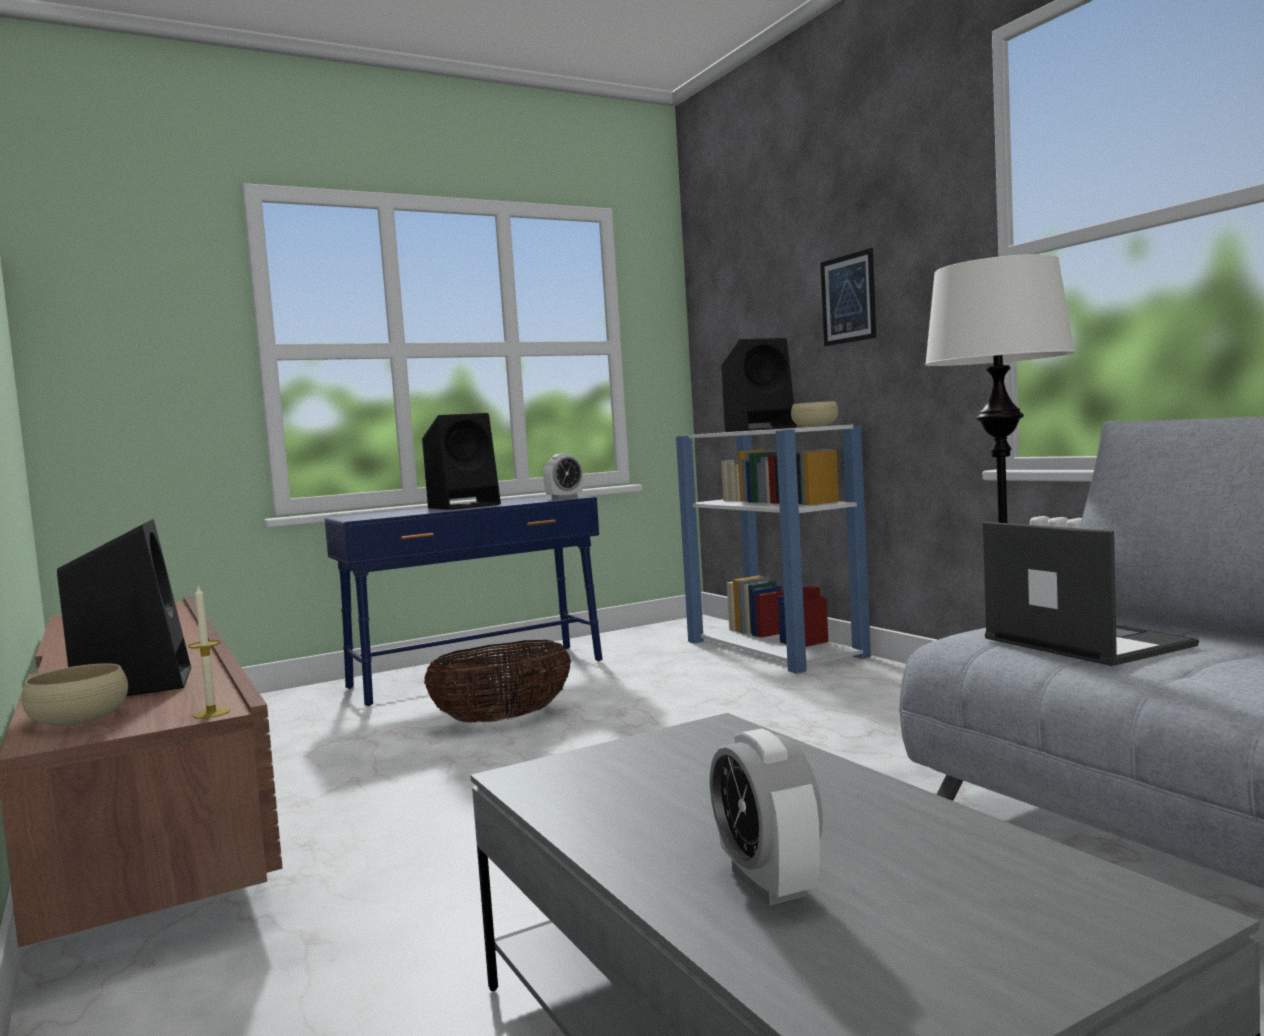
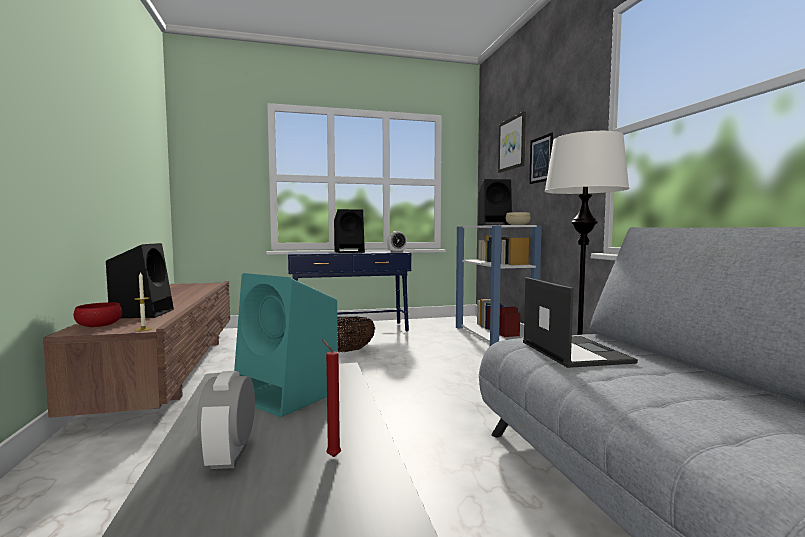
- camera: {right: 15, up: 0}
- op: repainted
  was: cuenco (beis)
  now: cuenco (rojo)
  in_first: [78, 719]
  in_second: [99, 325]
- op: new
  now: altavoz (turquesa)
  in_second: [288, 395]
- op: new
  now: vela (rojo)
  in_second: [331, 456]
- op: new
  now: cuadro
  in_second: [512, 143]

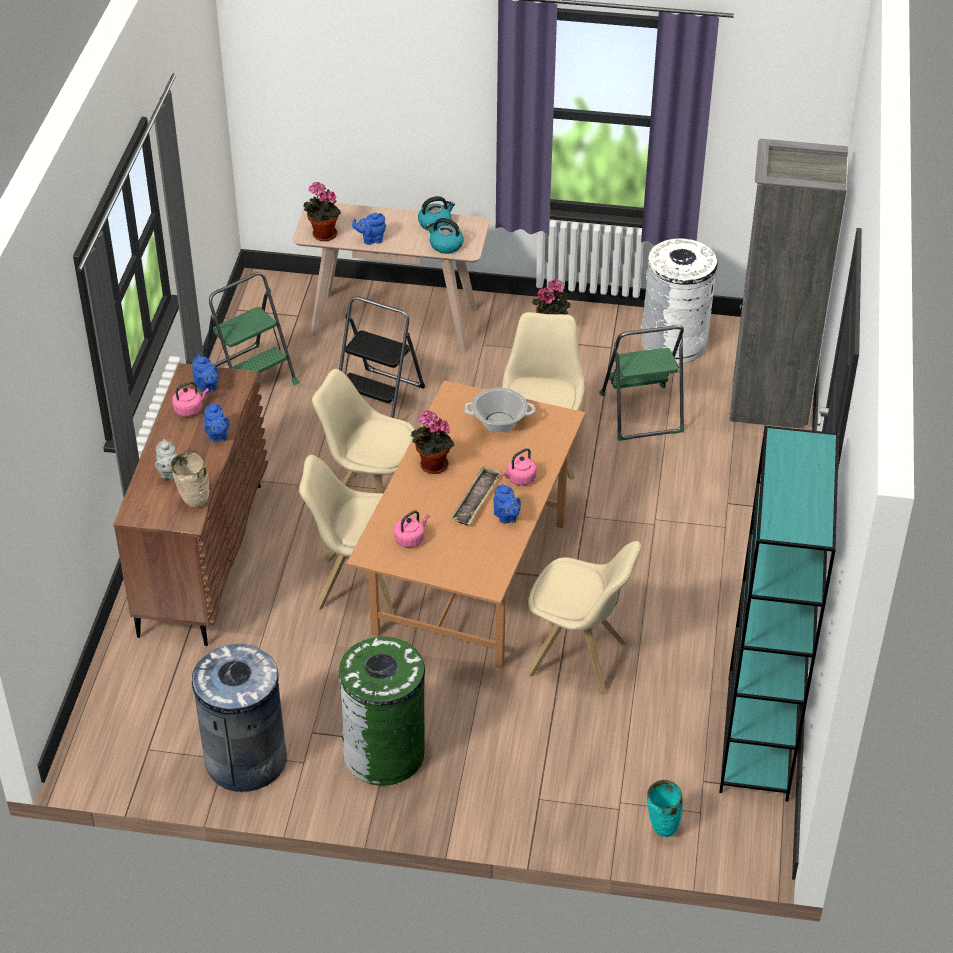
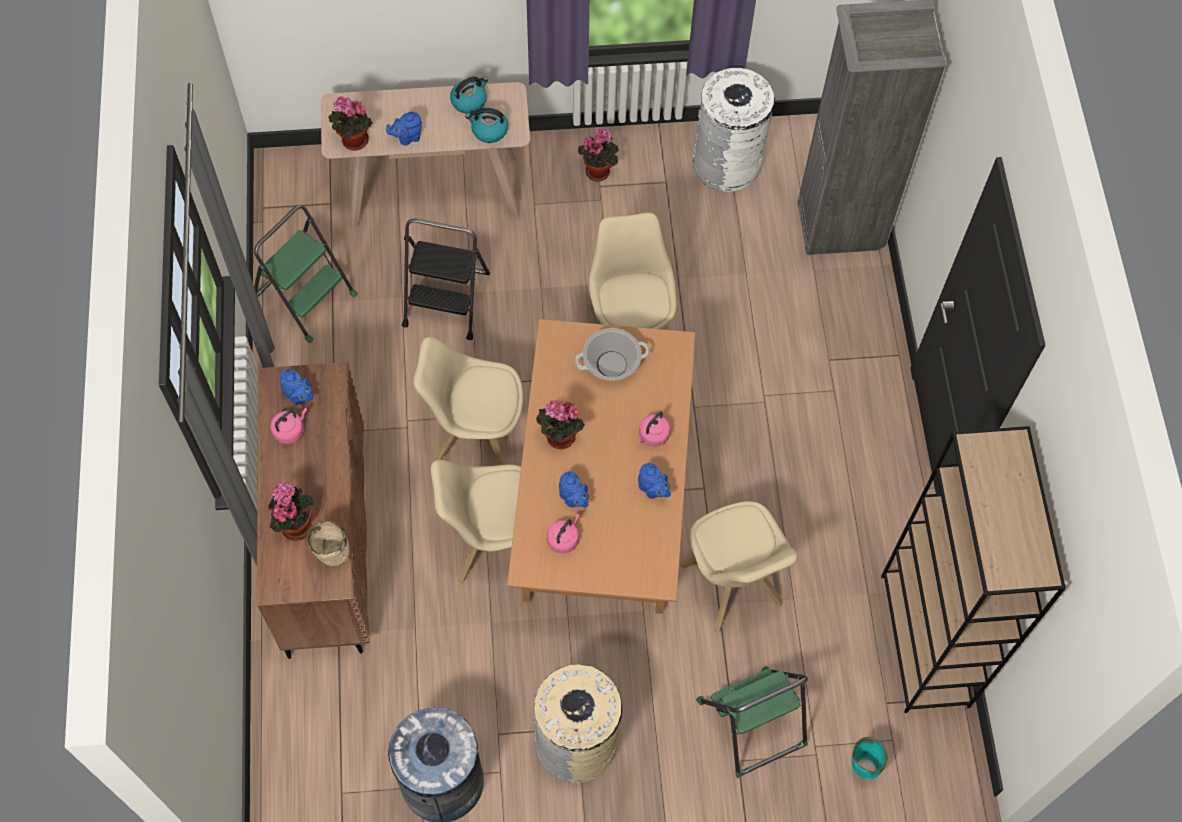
- camera: {right: -15, up: 20}
- op: swapped
  was: tetera (gris)
  now: planta en maceta
  in_first: [169, 474]
  in_second: [295, 524]
- op: repainted
  was: papelera (verde)
  now: papelera (beis)
  in_first: [384, 753]
  in_second: [576, 742]
- op: shifted
  was: tetera (azul)
  in_first: [217, 436]
  in_second: [573, 499]
- op: rotated
  was: silla (beis)
  in_first: [578, 658]
  in_second: [732, 584]
  clockwise: 60
- op: shifted
  was: escalera de tijera (verde)
  in_first: [642, 414]
  in_second: [753, 726]
- op: repainted
  was: estantería (turquesa)
  now: estantería (beis)
  in_first: [758, 739]
  in_second: [925, 641]
- op: gone
  was: bandeja
  in_first: [476, 500]

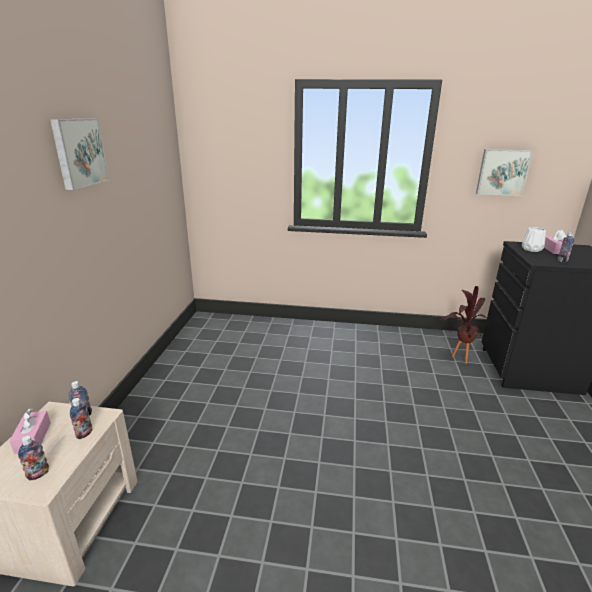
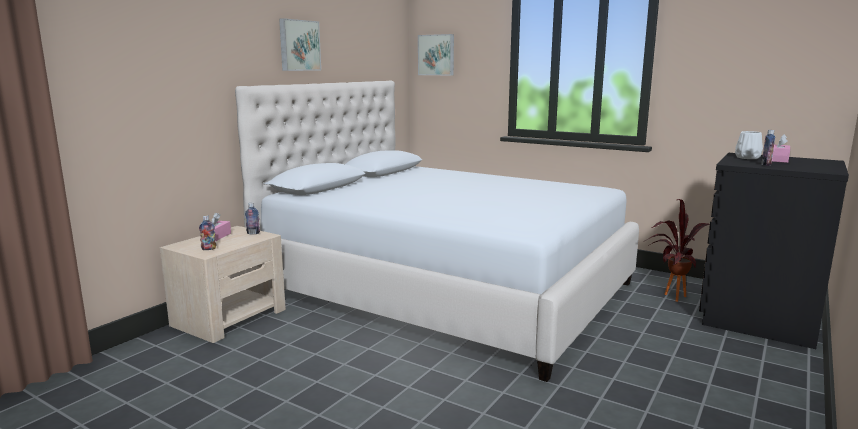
- camera: {right: 25, up: -10}
- op: new
  now: cama (blanco)
  in_second: [445, 288]
- op: shifted
  was: cuadro
  in_first: [502, 172]
  in_second: [436, 55]
- op: gone
  was: botella
  in_first: [84, 433]

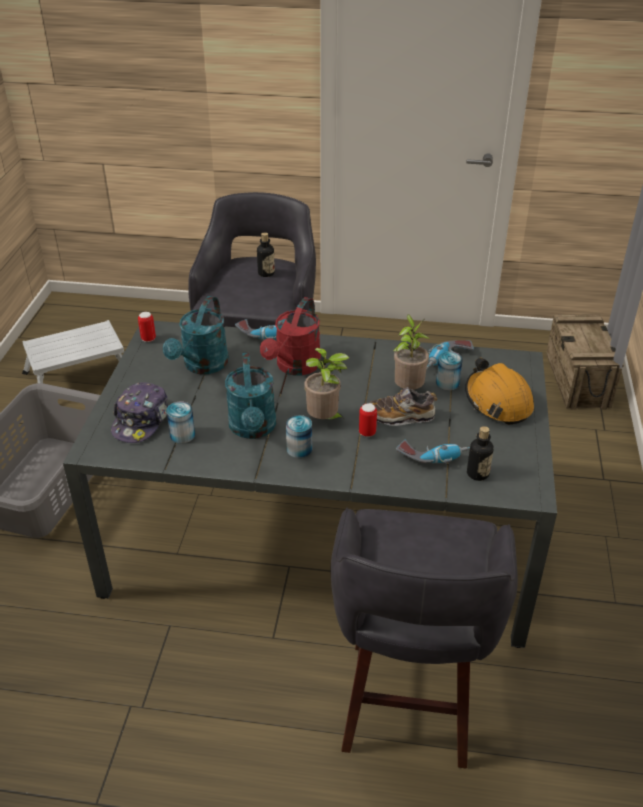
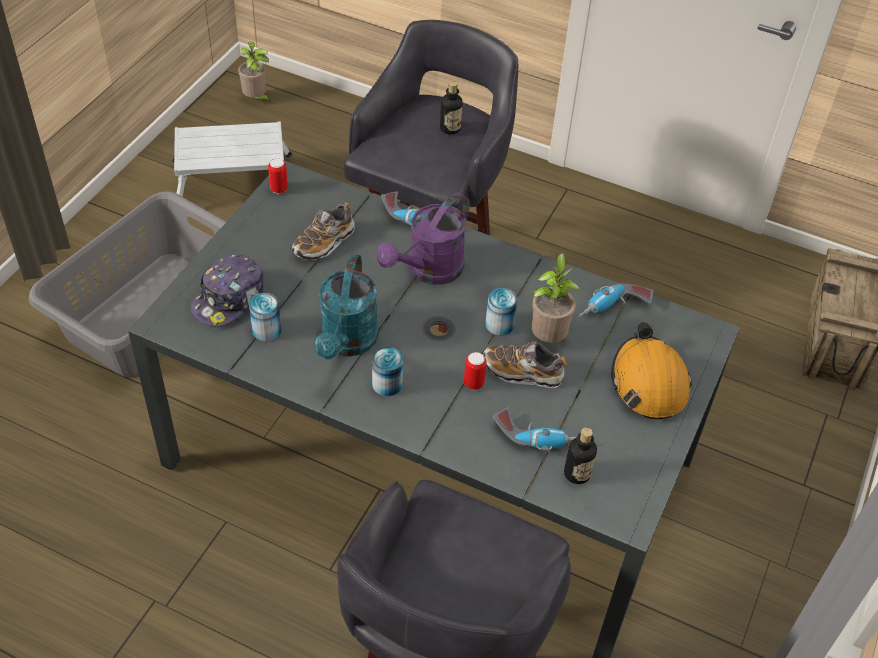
- camera: {right: 15, up: 10}
- op: shifted
  was: planta en maceta
  in_first: [324, 420]
  in_second: [256, 99]
- op: swapped
  was: regadera (turquesa)
  now: zapato
  in_first: [202, 366]
  in_second: [324, 243]
- op: repainted
  was: regadera (rojo)
  now: regadera (morado)
  in_first: [295, 367]
  in_second: [429, 271]
- op: shifted
  was: lata
  in_first: [447, 383]
  in_second: [499, 324]

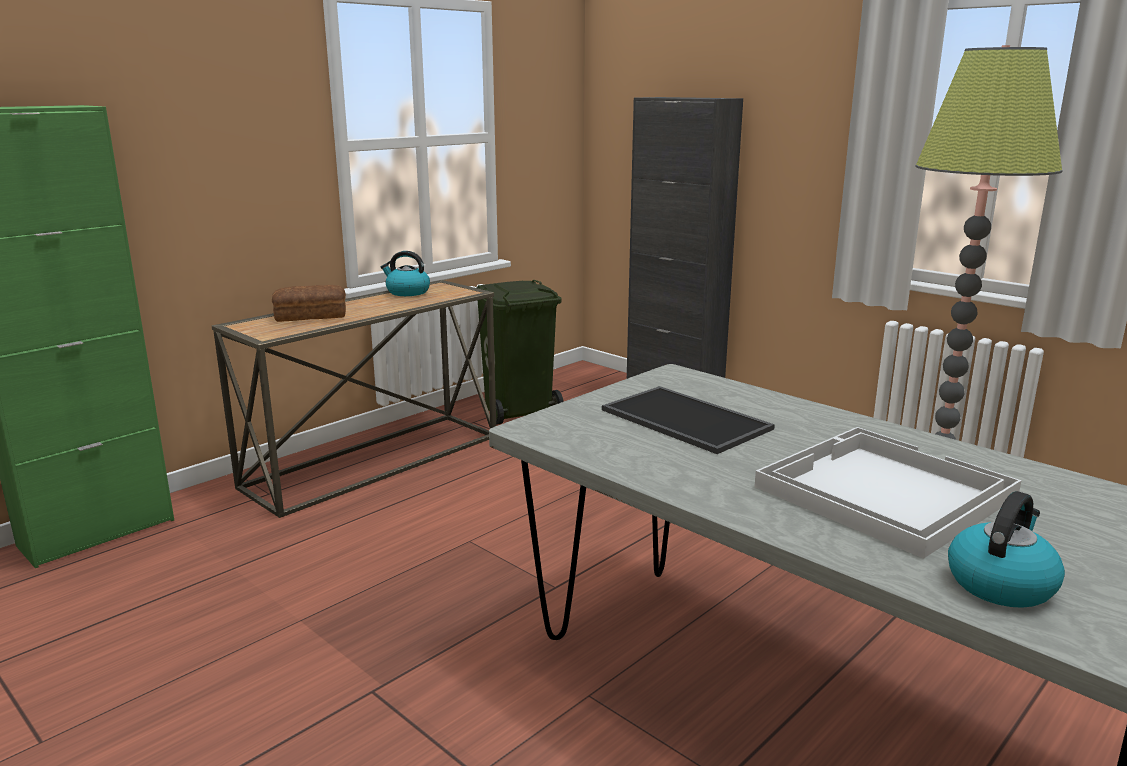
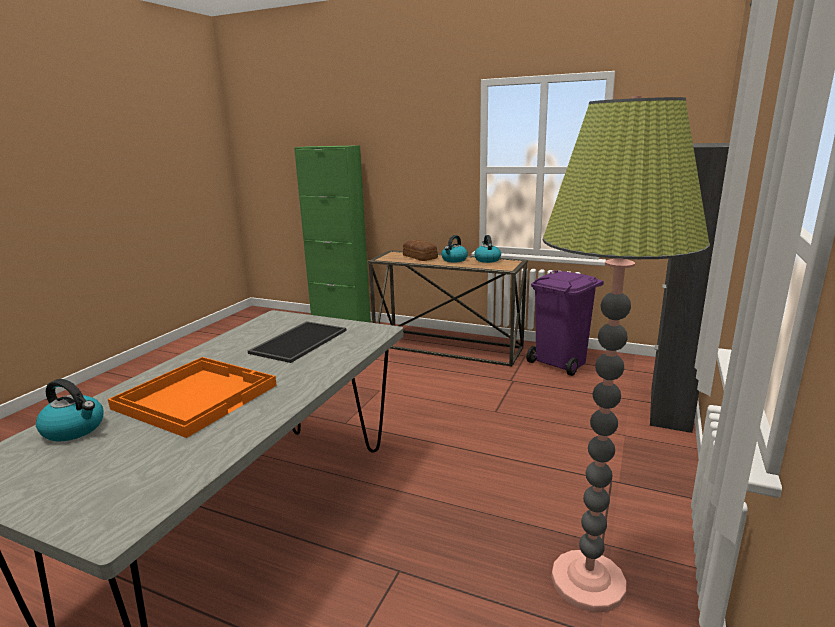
- camera: {right: 70, up: 0}
- op: repainted
  was: bandeja (blanco)
  now: bandeja (naranja)
  in_first: [881, 491]
  in_second: [196, 396]
- op: new
  now: hervidor
  in_second: [454, 260]
- op: repainted
  was: papelera (verde)
  now: papelera (morado)
  in_first: [519, 409]
  in_second: [561, 362]

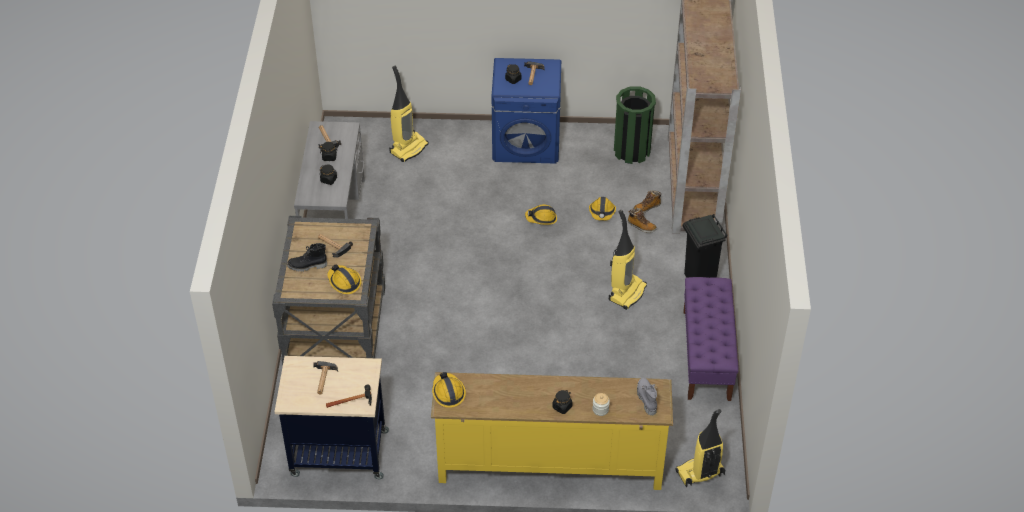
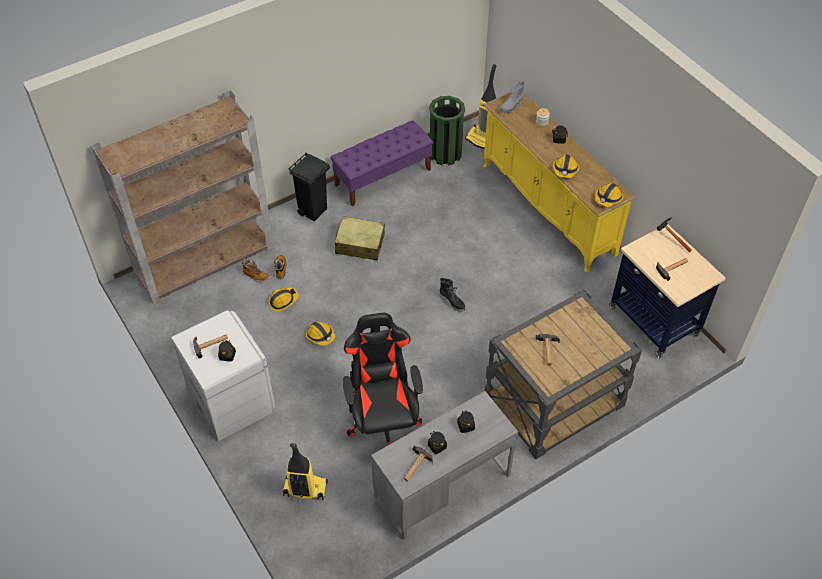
- camera: {right: -125, up: 5}
- op: repainted
  was: lavadora (azul)
  now: lavadora (blanco)
  in_first: [527, 144]
  in_second: [232, 398]
- op: swapped
  was: aspiradora
  now: maleta (beis)
  in_first: [626, 292]
  in_second: [360, 244]
- op: new
  now: silla de oficina (negro)
  in_second: [383, 424]
- op: shifted
  was: papelera (verde)
  in_first: [632, 151]
  in_second: [445, 154]
- op: shifted
  was: bota (negro)
  in_first: [307, 266]
  in_second: [452, 302]
- op: shifted
  was: casco
  in_first: [344, 282]
  in_second: [565, 170]

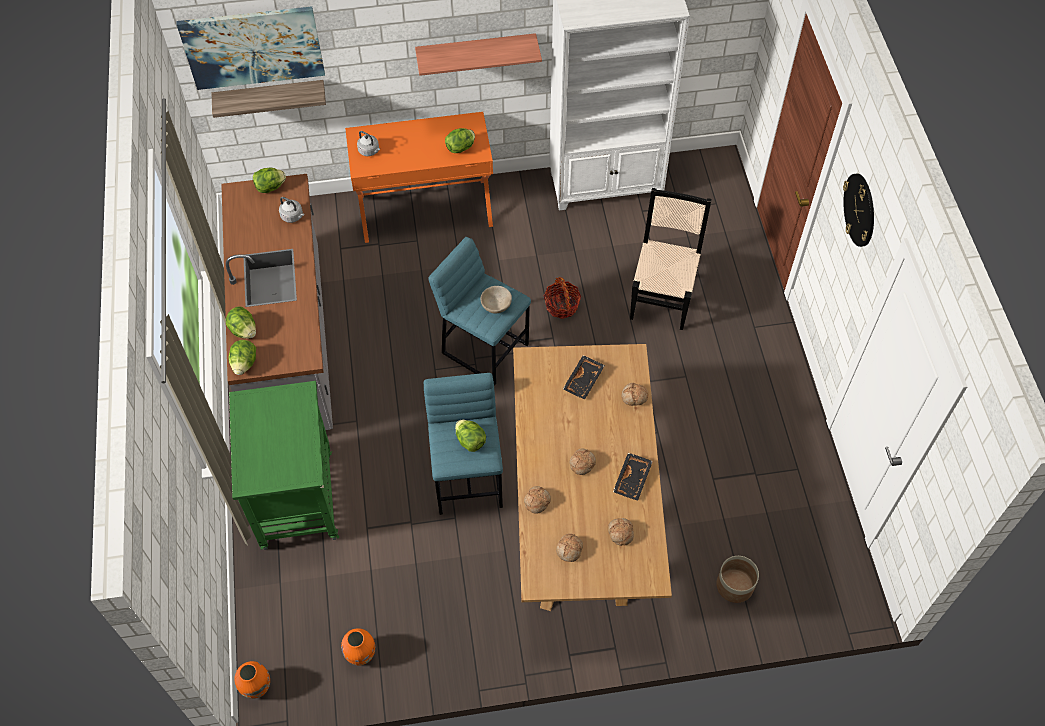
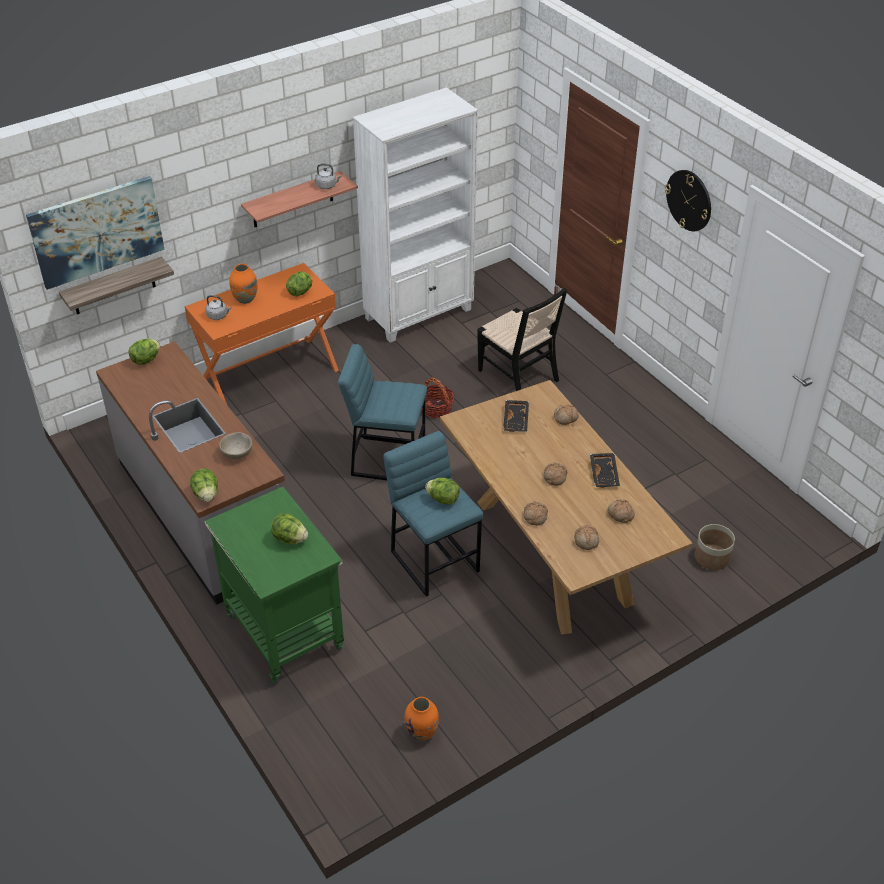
- camera: {right: -25, up: -15}
- op: shifted
  was: cuenco (beis)
  in_first: [496, 306]
  in_second: [237, 454]
- op: shifted
  was: florero (naranja)
  in_first: [256, 687]
  in_second: [245, 299]
- op: shifted
  was: lechuga
  in_first: [244, 330]
  in_second: [290, 539]
- op: shifted
  was: hervidor (gris)
  in_first: [293, 216]
  in_second: [327, 186]
- op: rotated
  was: silla
  in_first: [662, 297]
  in_second: [518, 376]
  clockwise: 150

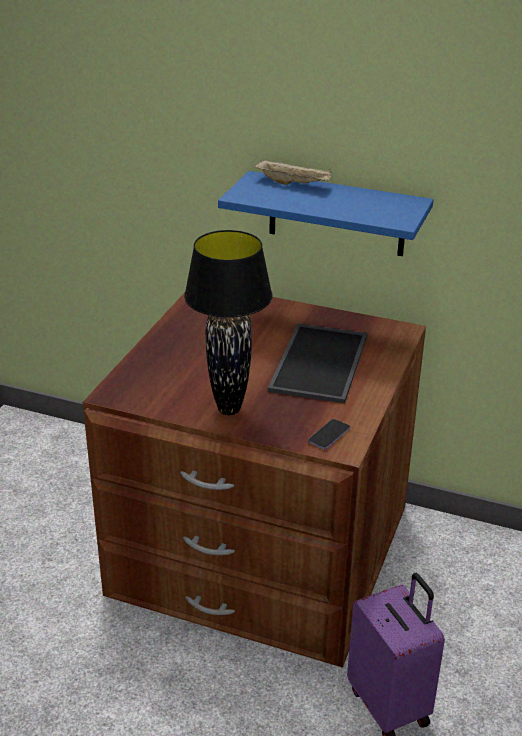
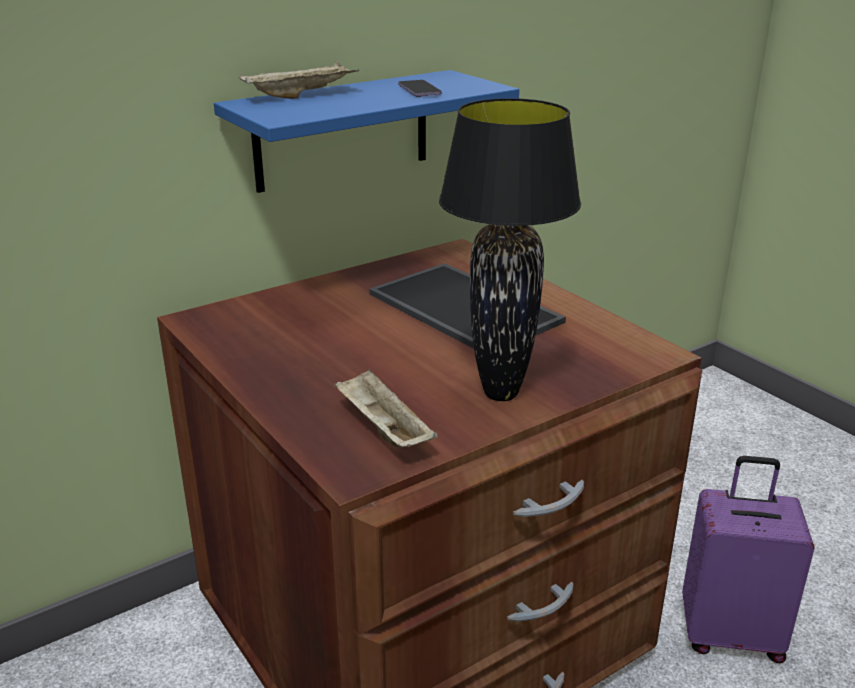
- camera: {right: -55, up: -5}
- op: new
  now: bandeja (beis)
  in_second: [382, 429]
- op: shifted
  was: móvil
  in_first: [329, 435]
  in_second: [419, 90]

